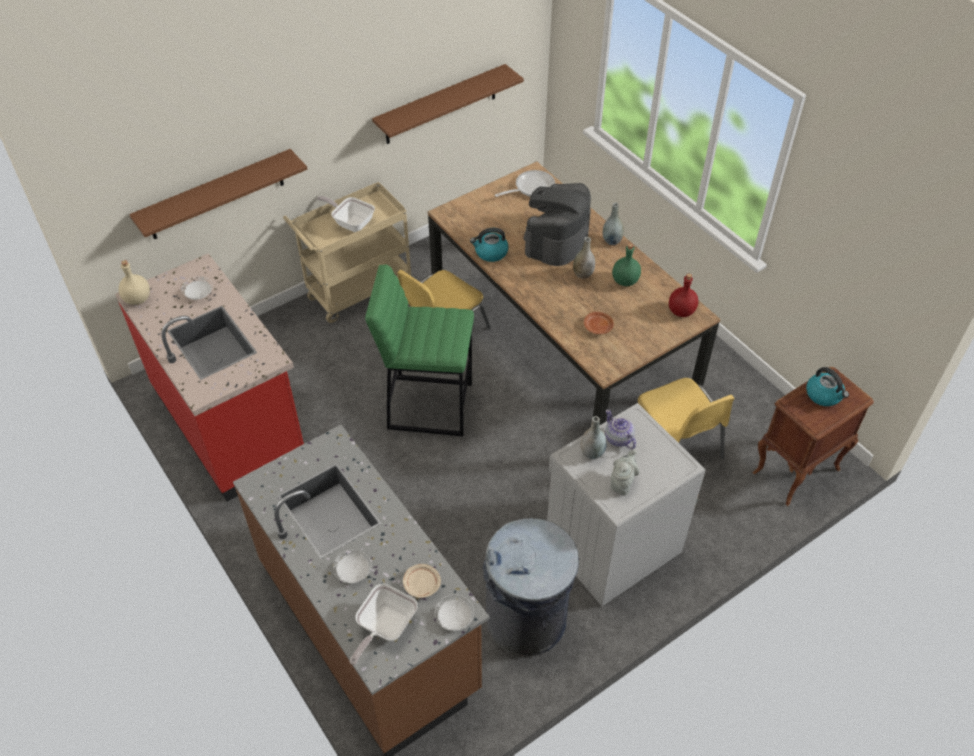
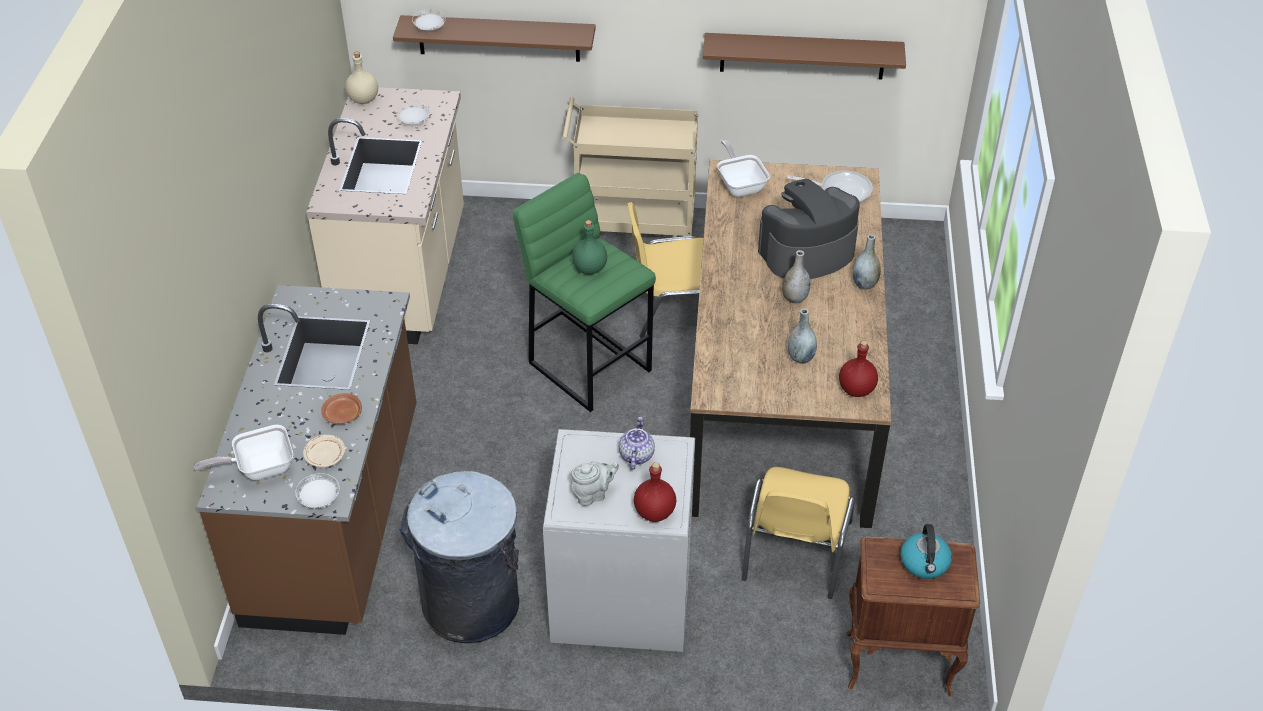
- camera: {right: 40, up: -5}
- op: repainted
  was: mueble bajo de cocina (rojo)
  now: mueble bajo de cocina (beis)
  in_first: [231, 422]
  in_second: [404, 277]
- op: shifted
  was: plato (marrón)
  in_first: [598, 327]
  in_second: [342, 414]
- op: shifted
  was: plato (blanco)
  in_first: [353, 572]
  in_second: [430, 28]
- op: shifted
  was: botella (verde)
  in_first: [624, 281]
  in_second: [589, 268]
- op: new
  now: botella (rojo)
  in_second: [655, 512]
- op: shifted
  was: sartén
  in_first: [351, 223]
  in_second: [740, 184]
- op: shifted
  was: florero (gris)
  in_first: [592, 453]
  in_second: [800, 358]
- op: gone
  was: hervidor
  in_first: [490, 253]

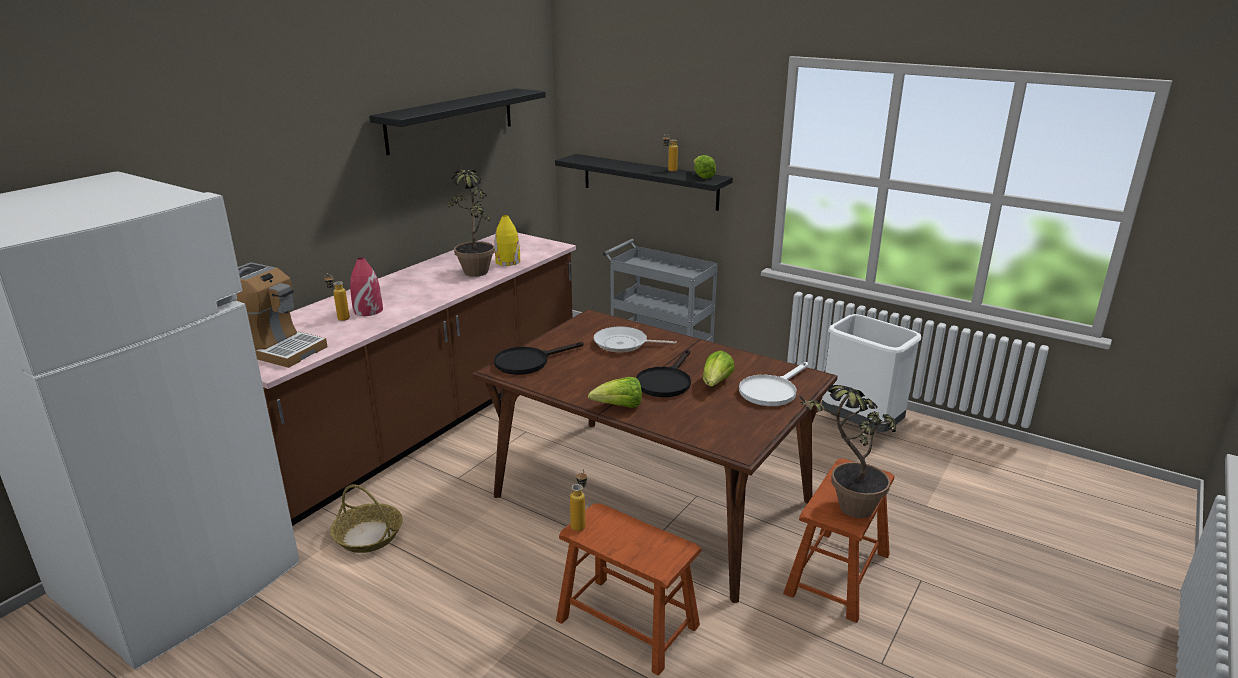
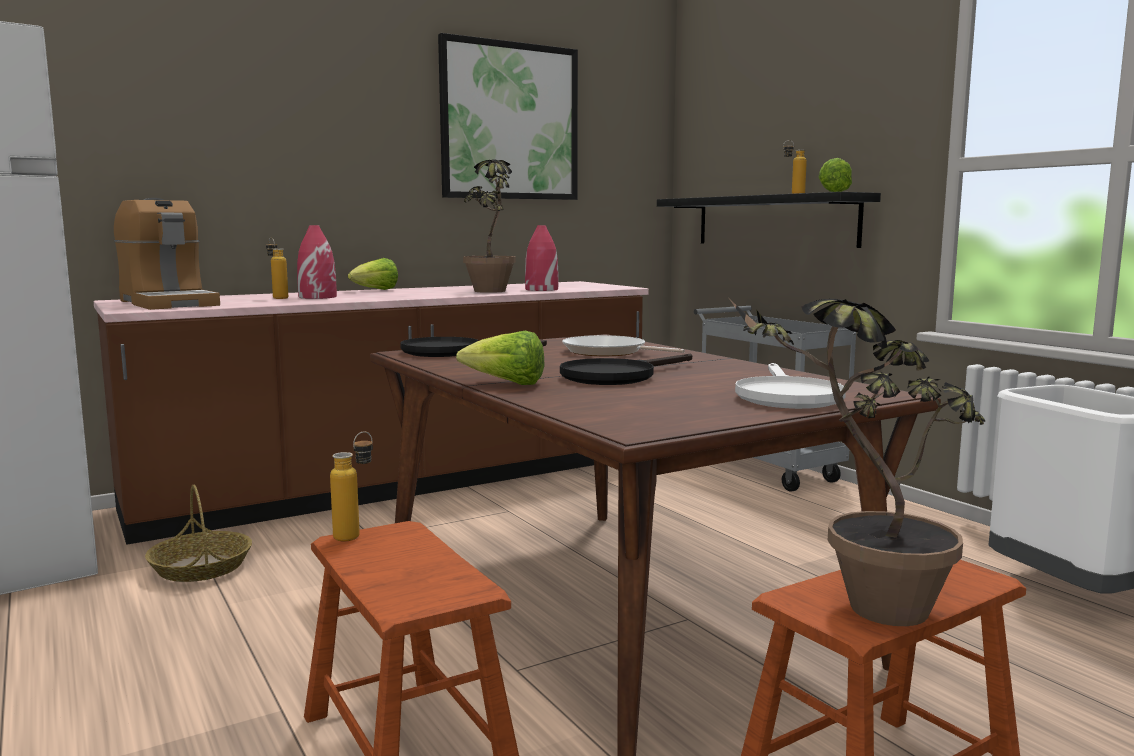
- camera: {right: 25, up: -15}
- op: shifted
  was: lechuga
  in_first: [716, 384]
  in_second: [375, 290]
- op: swapped
  was: estante (negro)
  now: cuadro
  in_first: [451, 120]
  in_second: [509, 121]
- op: repainted
  was: florero (amarillo)
  now: florero (rojo)
  in_first: [507, 262]
  in_second: [541, 289]
- op: rotated
  was: sartén (blanco)
  in_first: [771, 391]
  in_second: [786, 396]
  clockwise: -60

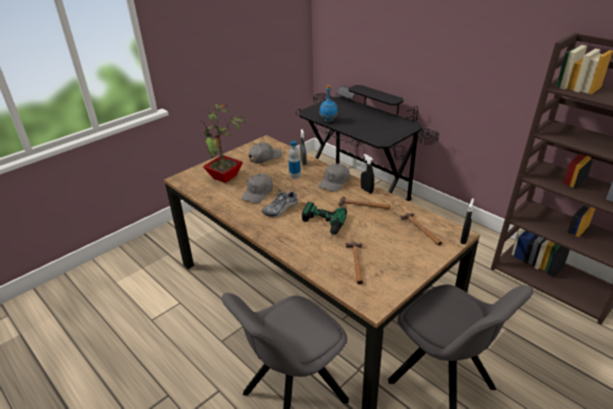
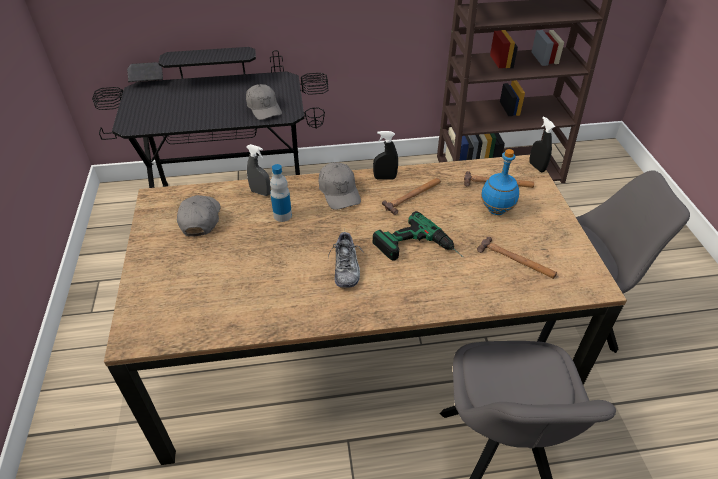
- camera: {right: -55, up: 10}
- op: shifted
  was: gorra (gris)
  in_first: [258, 193]
  in_second: [264, 108]
- op: shifted
  was: botella (azul)
  in_first: [328, 120]
  in_second: [496, 210]
- op: gone
  was: planta en maceta
  in_first: [226, 177]

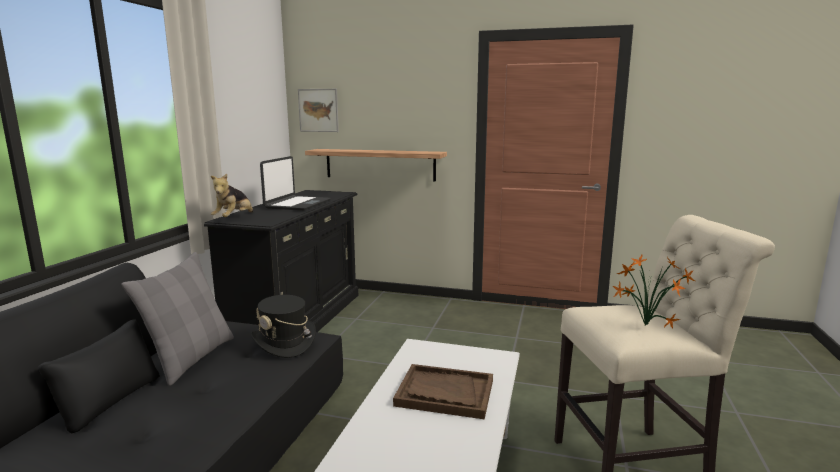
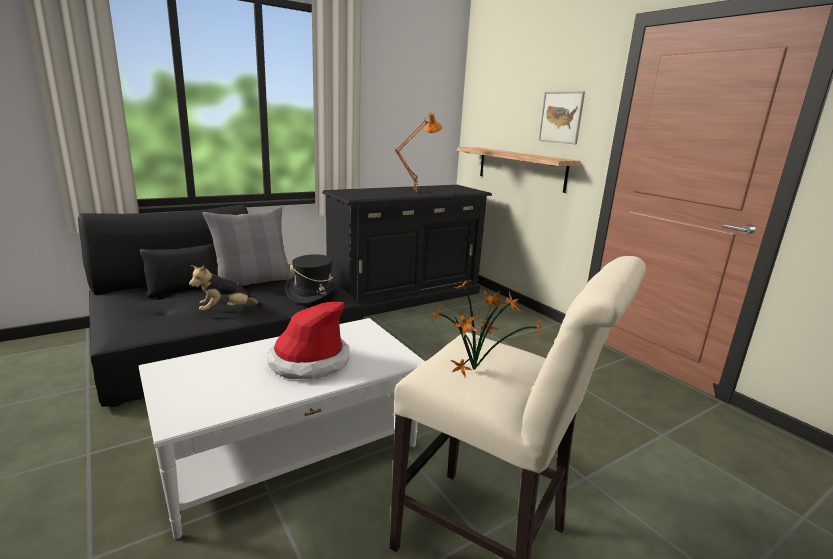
- camera: {right: 40, up: 5}
- op: shifted
  was: peluche
  in_first: [234, 218]
  in_second: [226, 310]
- op: swapped
  was: bandeja (marrón)
  now: sombrero
  in_first: [444, 393]
  in_second: [309, 361]
- op: swapped
  was: portátil
  now: lámpara de mesa (naranja)
  in_first: [297, 204]
  in_second: [414, 191]
- op: shifted
  was: cuadro
  in_first: [318, 110]
  in_second: [561, 117]

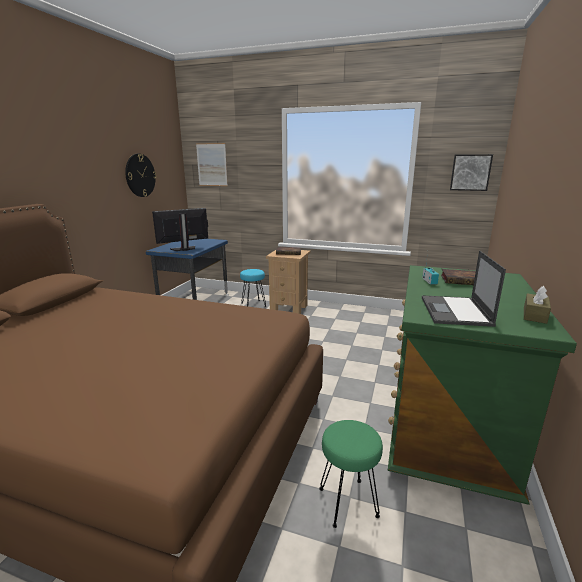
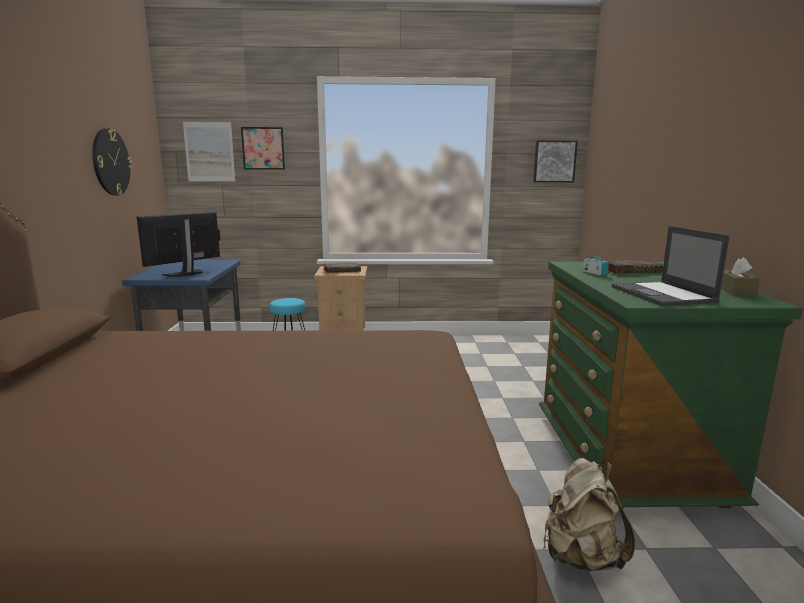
- camera: {right: -20, up: -5}
- op: new
  now: cuadro
  in_second: [263, 148]
- op: swapped
  was: taburete (verde)
  now: mochila (beis)
  in_first: [348, 503]
  in_second: [580, 557]

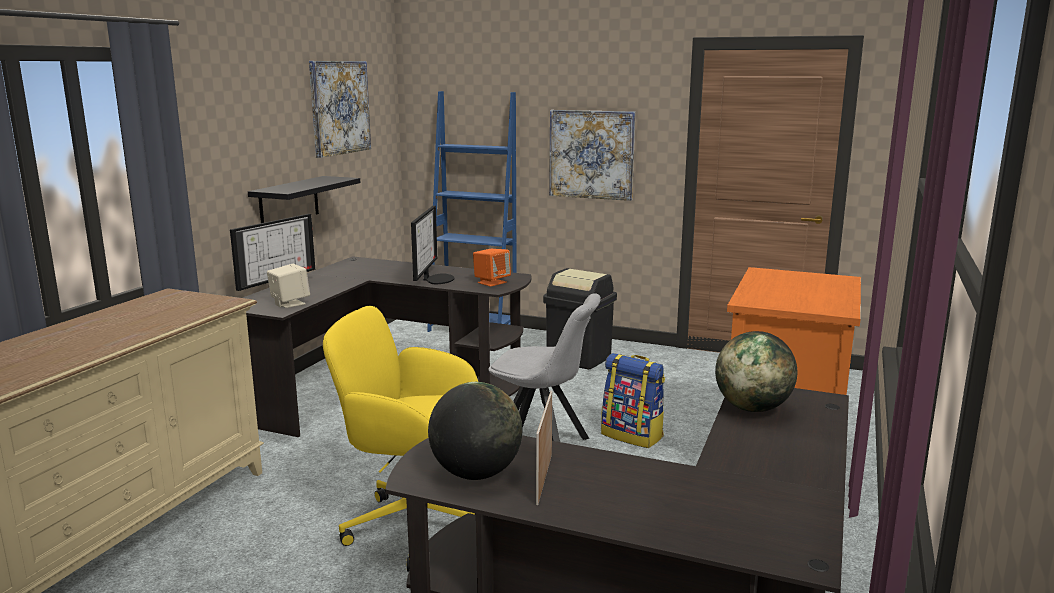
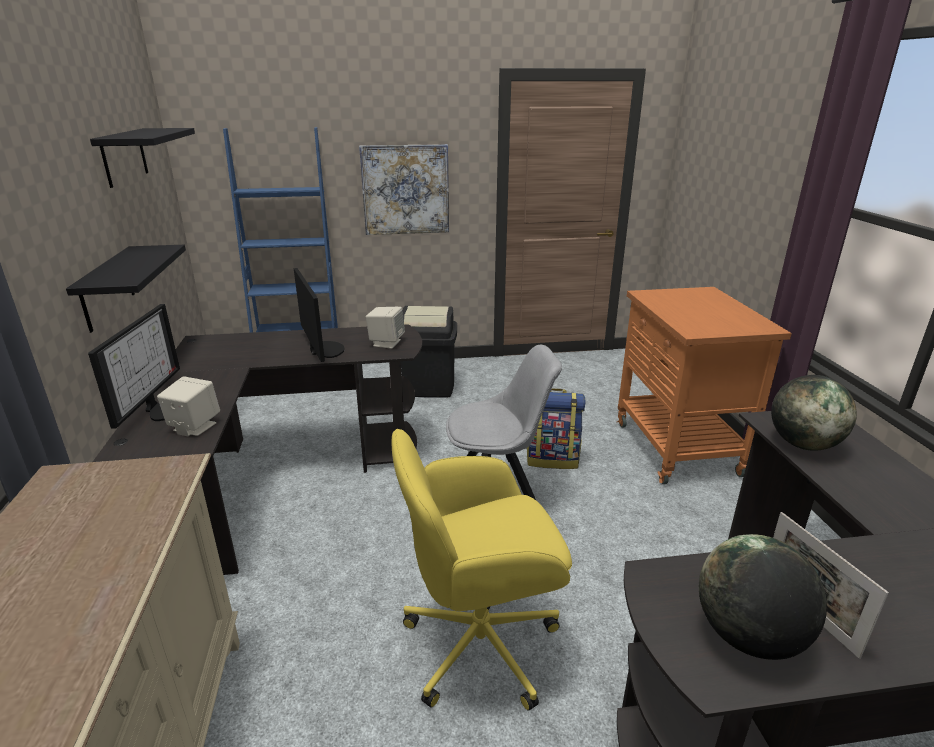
- camera: {right: -30, up: 10}
- op: swapped
  was: cuadro
  now: estante (negro)
  in_first: [339, 107]
  in_second: [124, 156]
- op: repainted
  was: altavoz (naranja)
  now: altavoz (beis)
  in_first: [491, 282]
  in_second: [386, 343]

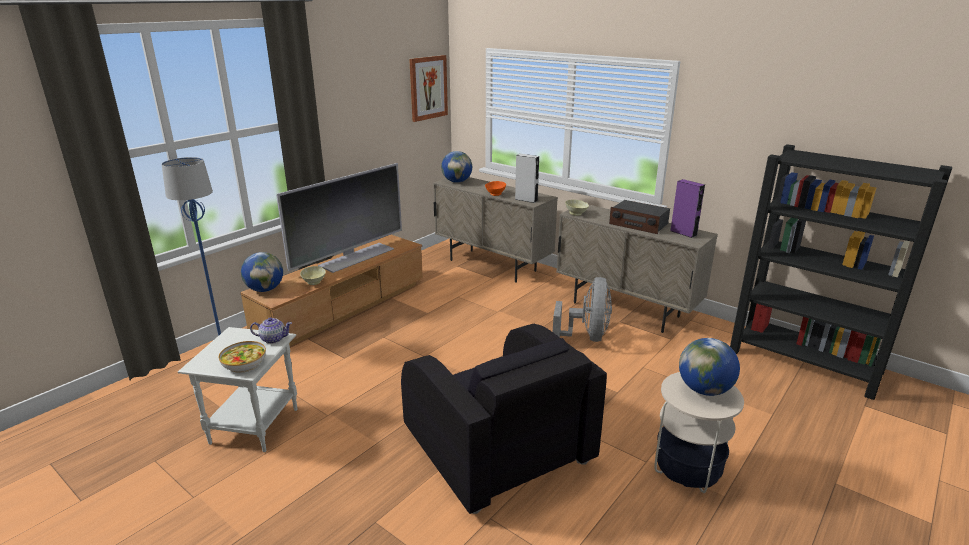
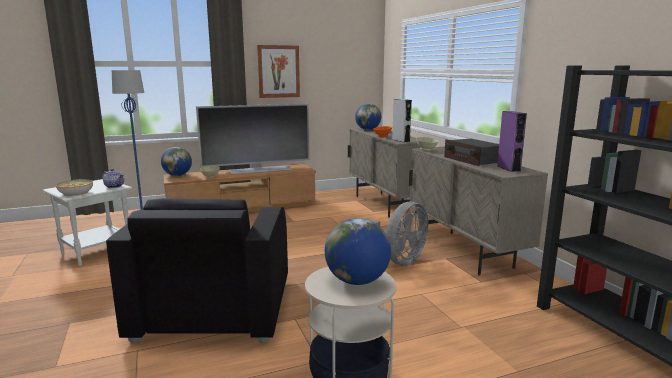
- camera: {right: 30, up: -10}
- op: shifted
  was: cuadro
  in_first: [428, 88]
  in_second: [278, 71]

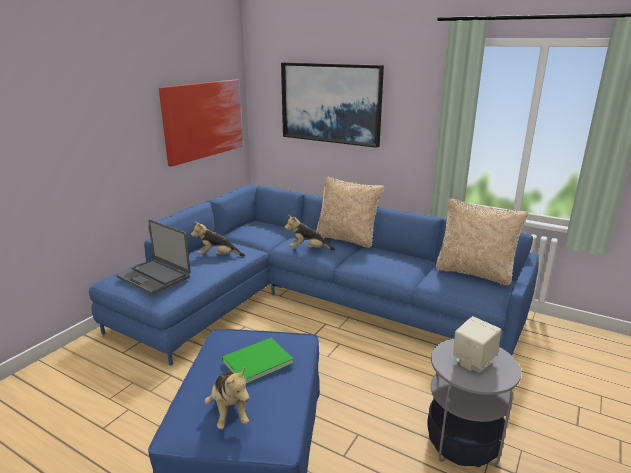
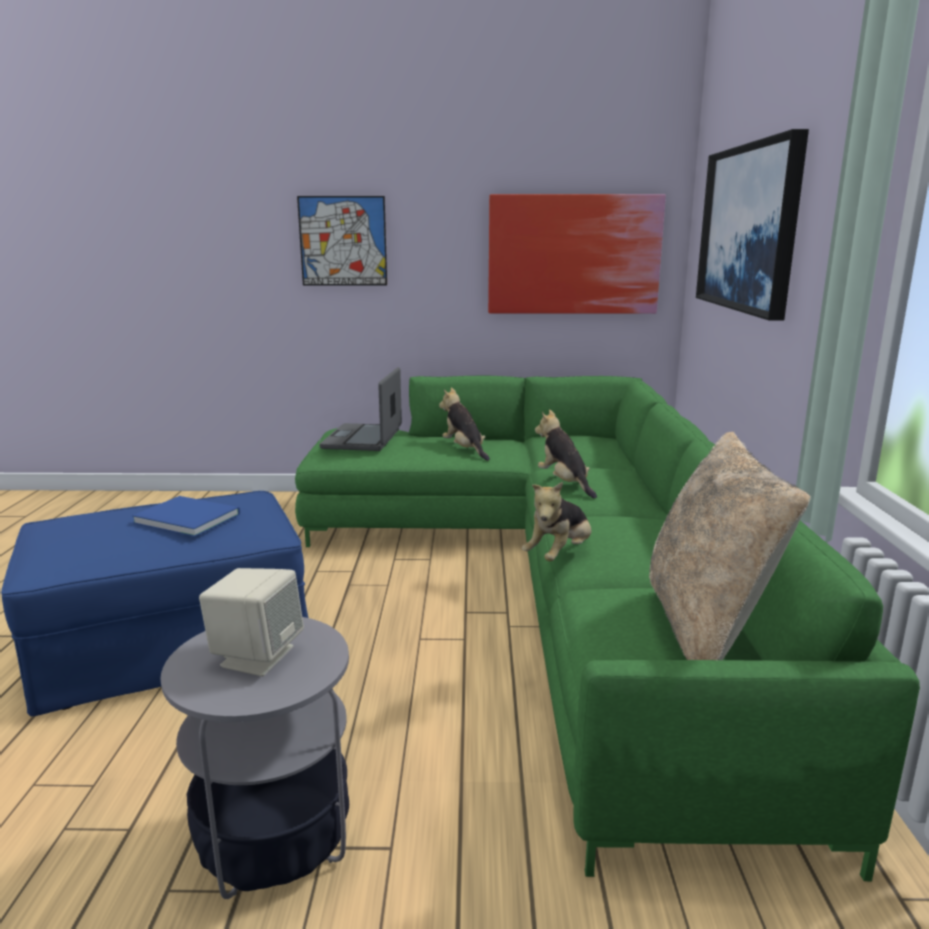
- camera: {right: 60, up: -5}
- op: repainted
  was: libro (verde)
  now: libro (azul)
  in_first: [255, 362]
  in_second: [187, 517]
- op: repainted
  was: sofá (azul)
  now: sofá (verde)
  in_first: [305, 302]
  in_second: [547, 579]
- op: new
  now: cuadro
  in_second: [343, 241]
- op: shifted
  was: peluche
  in_first: [229, 412]
  in_second: [559, 555]
- op: gone
  was: cojín (beis)
  in_first: [347, 240]

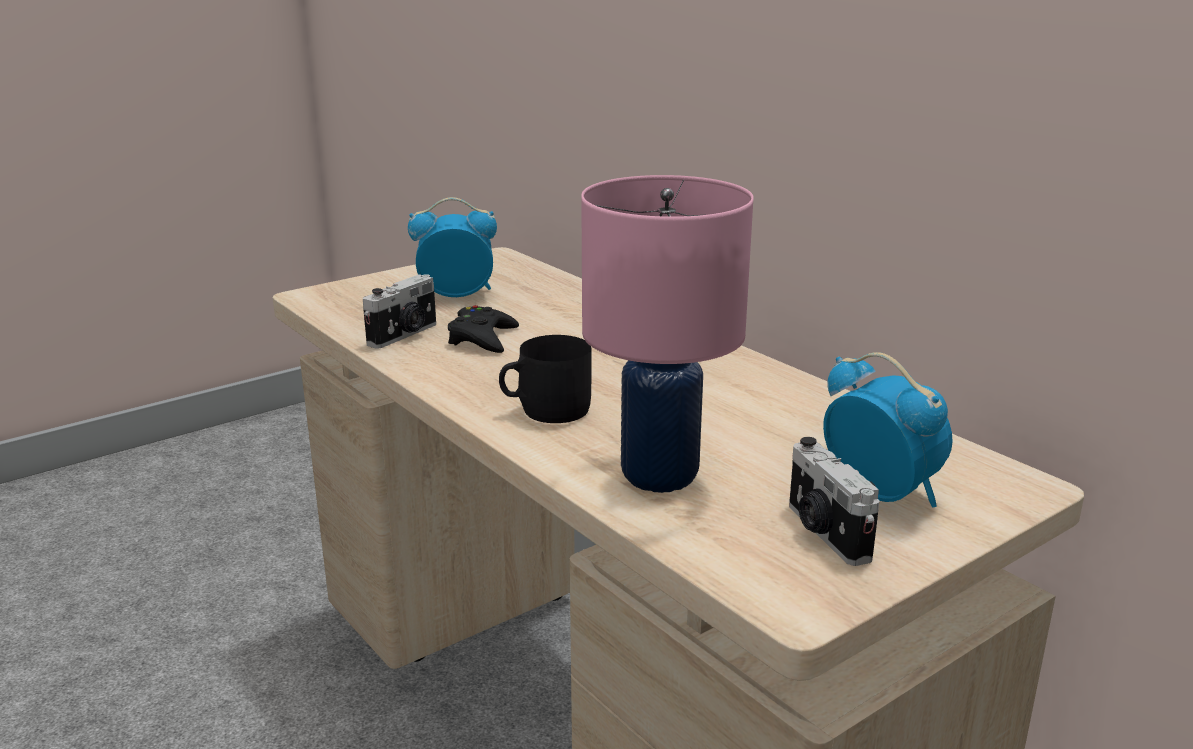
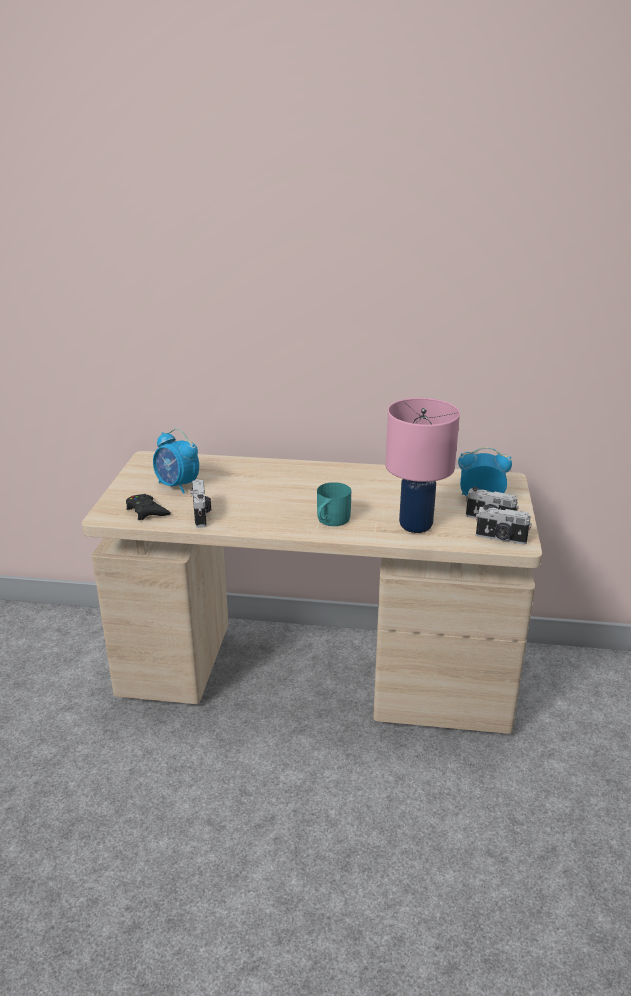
- camera: {right: -45, up: 5}
- op: shifted
  was: mando de consola (negro)
  in_first: [482, 338]
  in_second: [147, 511]
- op: rotated
  was: despertador
  in_first: [456, 294]
  in_second: [177, 486]
  clockwise: -90
- op: repainted
  was: taza grande (negro)
  now: taza grande (turquesa)
  in_first: [545, 409]
  in_second: [330, 520]
- op: new
  now: cámara
  in_second: [501, 538]

